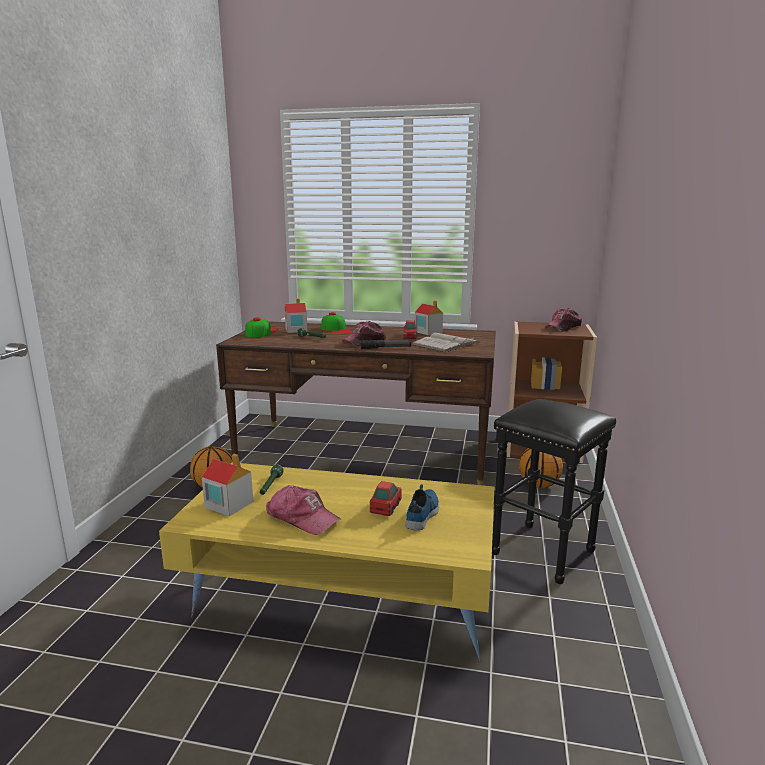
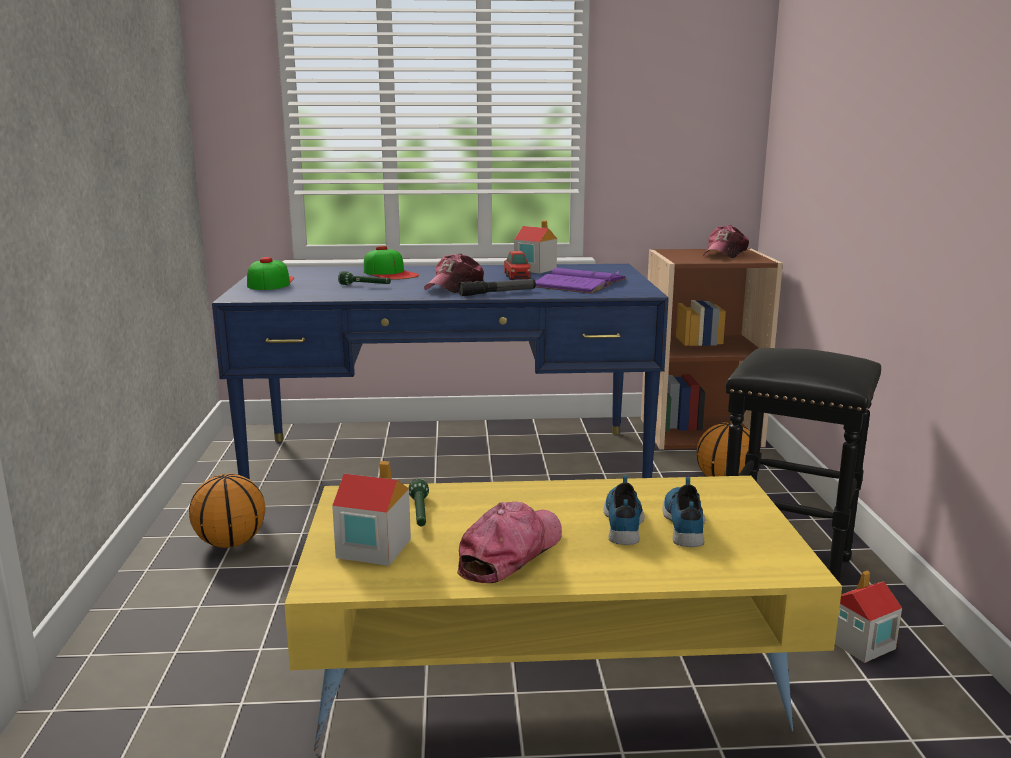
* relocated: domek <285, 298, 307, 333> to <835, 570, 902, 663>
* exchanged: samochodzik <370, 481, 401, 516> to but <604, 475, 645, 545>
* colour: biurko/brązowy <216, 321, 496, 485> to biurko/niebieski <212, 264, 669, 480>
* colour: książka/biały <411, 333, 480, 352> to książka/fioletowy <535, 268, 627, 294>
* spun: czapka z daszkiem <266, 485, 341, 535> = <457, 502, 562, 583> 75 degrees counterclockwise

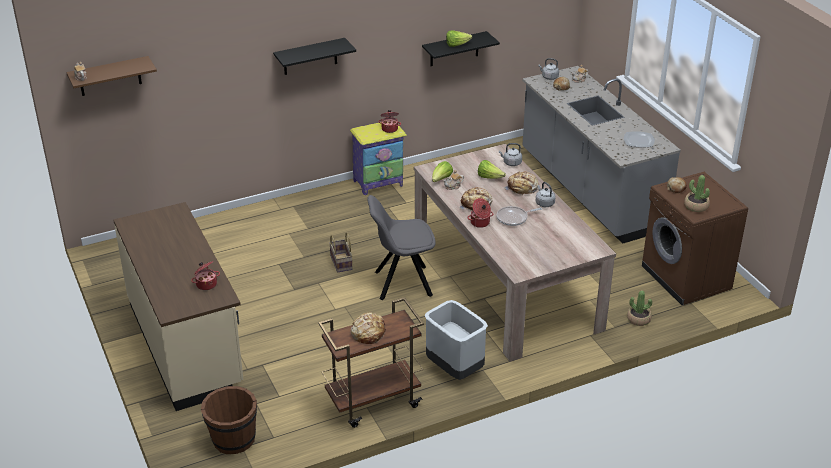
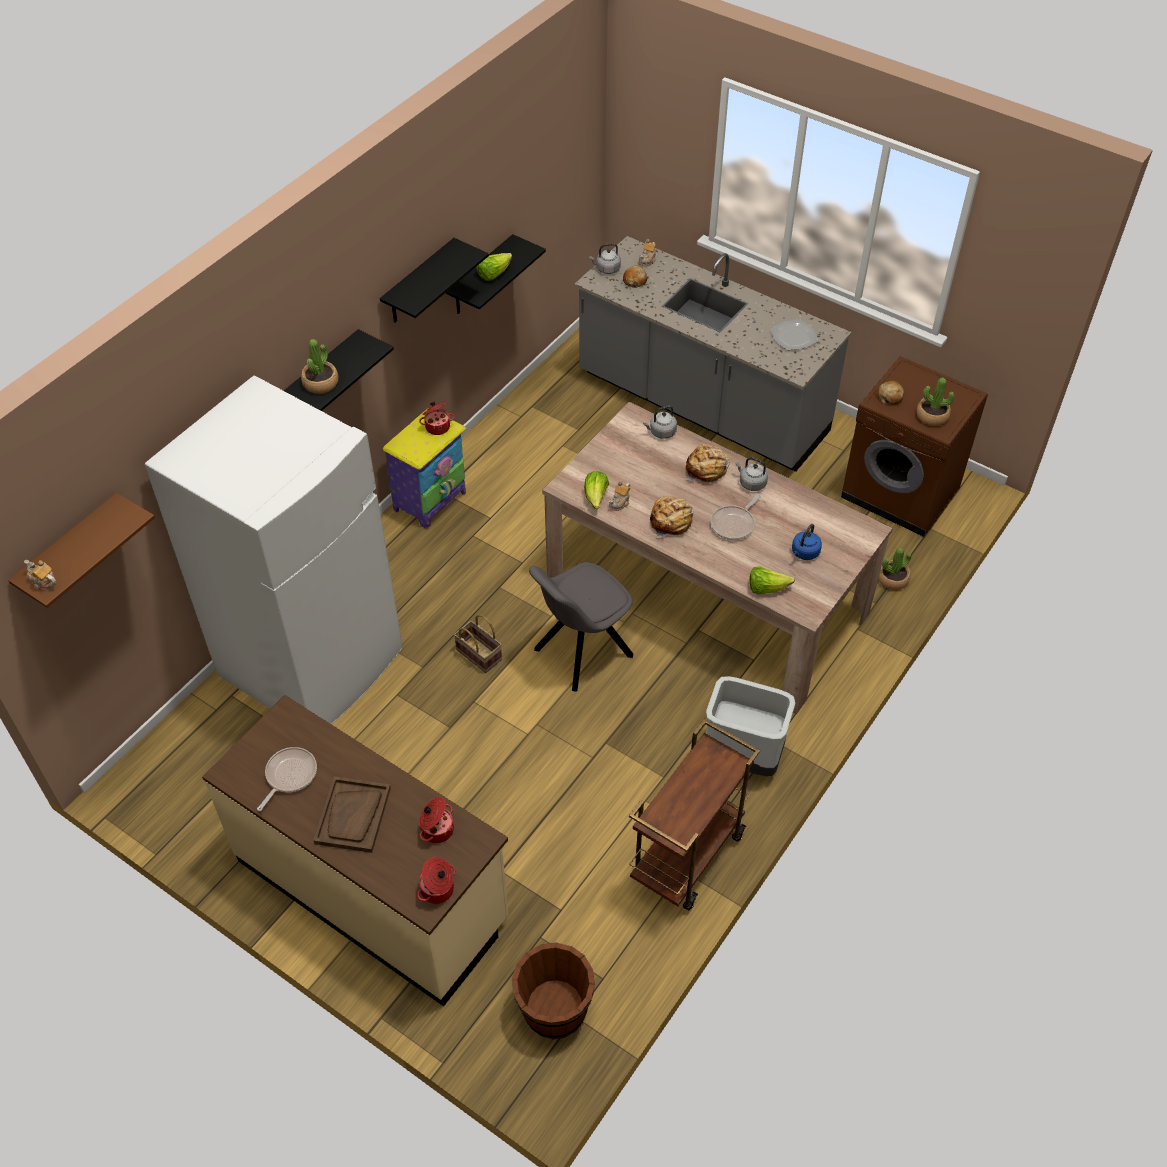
* missing: chleb <351, 312, 386, 344>
* appeared: lodówka/biały <145, 376, 403, 724>
* appeared: patelnia <257, 747, 317, 811>
* appeared: roślina doniczkowa <301, 339, 339, 394>
* appeared: taca/brązowy <313, 776, 391, 853>
* appeared: półka/czarny <380, 238, 489, 323>
* appeared: czajnik/niebieski <792, 524, 822, 560>
* relocated: garnek <467, 198, 493, 228> to <417, 857, 455, 904>
* relocated: sałata <478, 160, 506, 179> to <750, 566, 795, 594>

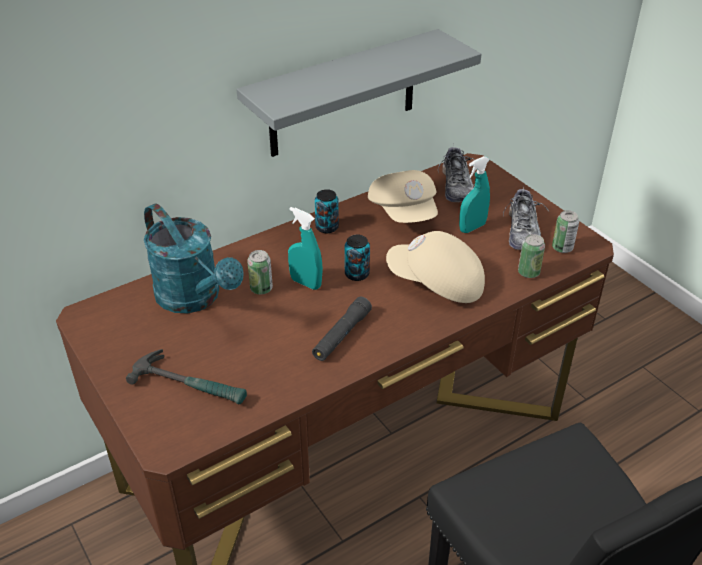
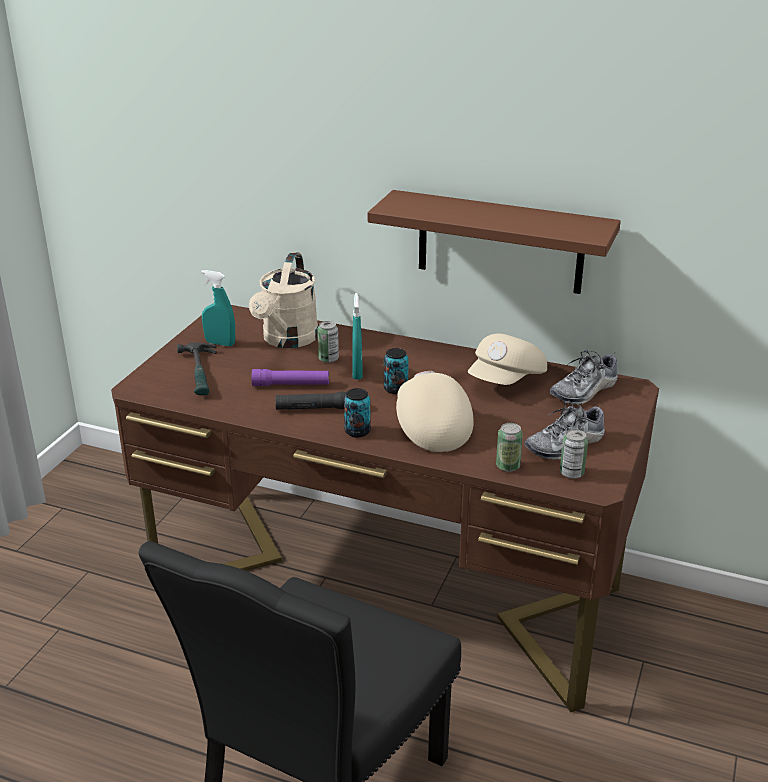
* appeared: latarka/fioletowy <251, 369, 329, 386>
* relocated: puszka <315, 189, 339, 233> to <344, 388, 371, 438>
* relocated: spryskiwacz/turkusowy <459, 156, 490, 233> to <201, 270, 235, 346>
* colour: konewka/turkusowy <144, 203, 244, 314> to konewka/beżowy <249, 252, 318, 348>
* colour: półka/szary <236, 29, 481, 157> to półka/brązowy <368, 190, 621, 294>

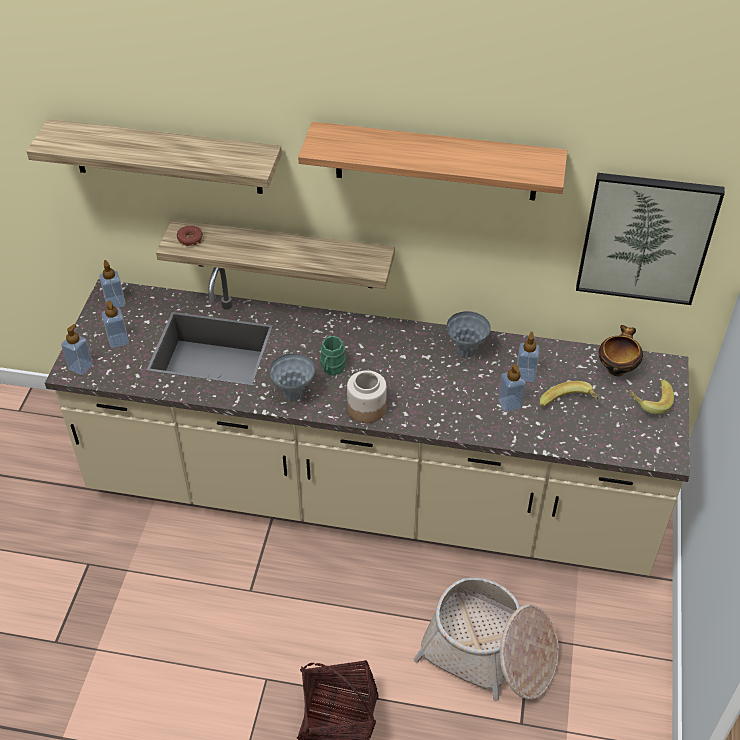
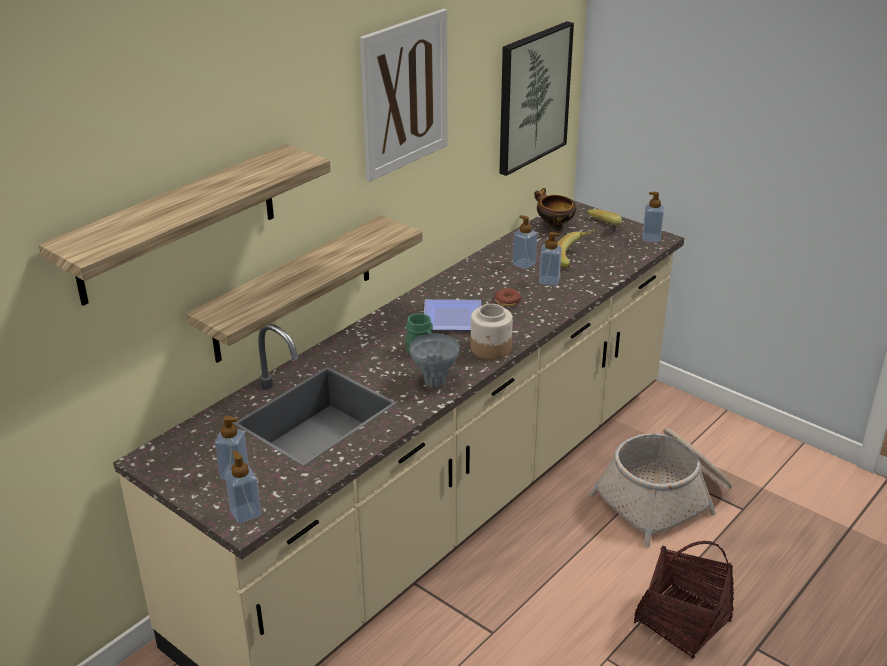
* missing: wazon/szary <447, 311, 491, 358>
* appeared: talerz <424, 299, 481, 331>
* relocated: dozownik mydła <99, 260, 126, 308> to <642, 192, 664, 242>
* relocated: donut <177, 226, 203, 246> to <495, 288, 521, 306>
* exchanged: półka <298, 122, 568, 201> to obraz <359, 9, 448, 182>

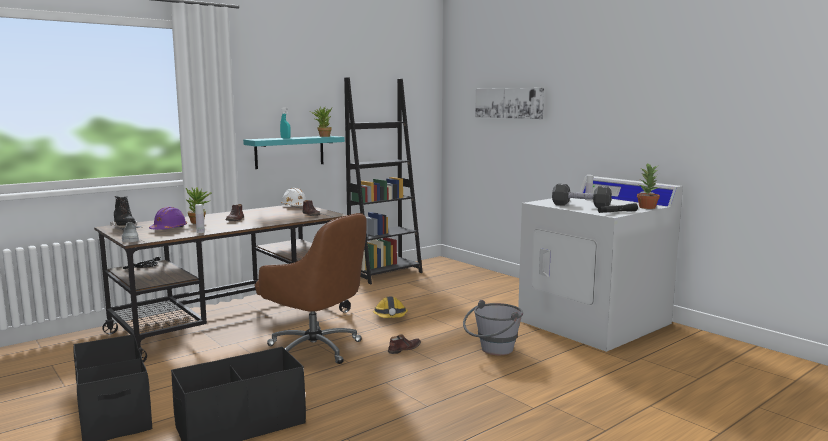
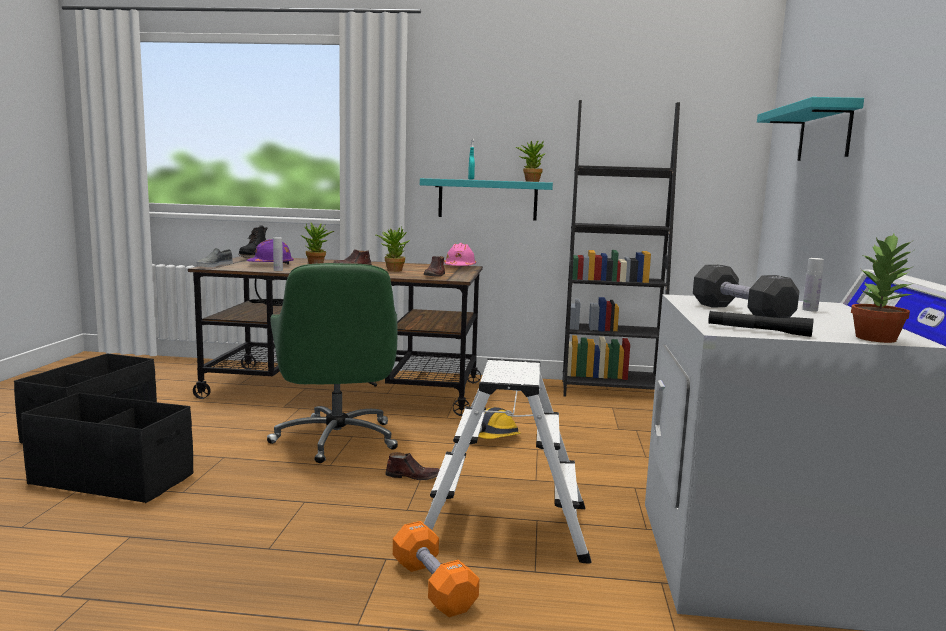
* appeared: roślina doniczkowa <376, 227, 410, 272>
* appeared: hantel/pomarańczowy <393, 521, 479, 617>
* exchanged: wiadro/szary <463, 300, 523, 355> to drabinka/biały <424, 358, 591, 564>
* exchanged: obraz <475, 88, 544, 119> to półka/turkusowy <757, 97, 864, 161>
* colour: krzesło biurowe/brązowy <254, 213, 367, 364> to krzesło biurowe/zielony <267, 263, 398, 463>
* colour: kask/biały <281, 188, 306, 206> to kask/różowy <444, 243, 477, 266>

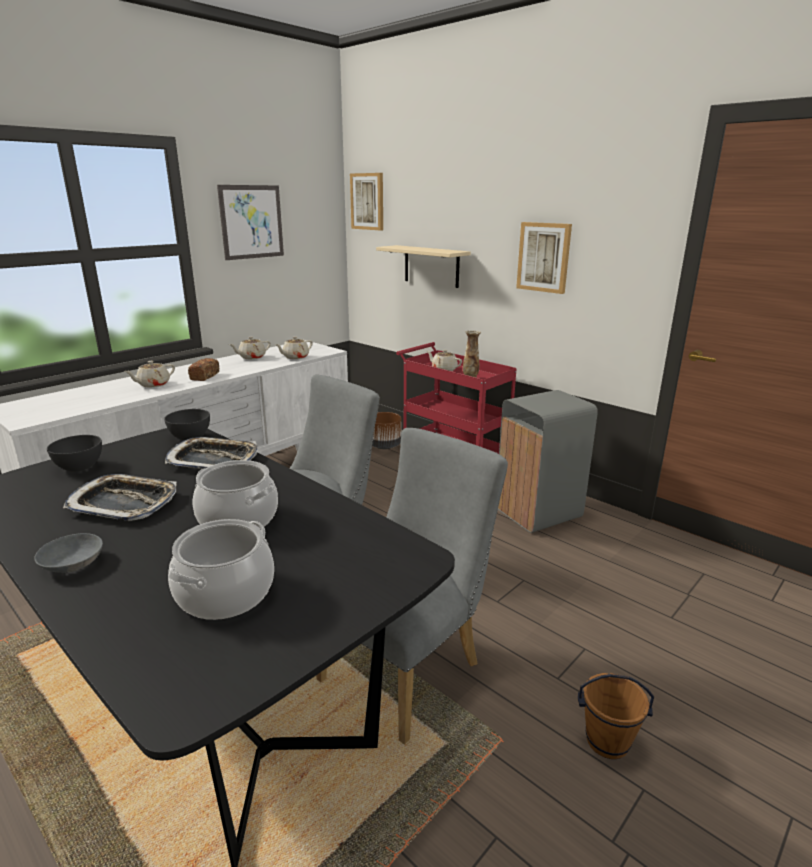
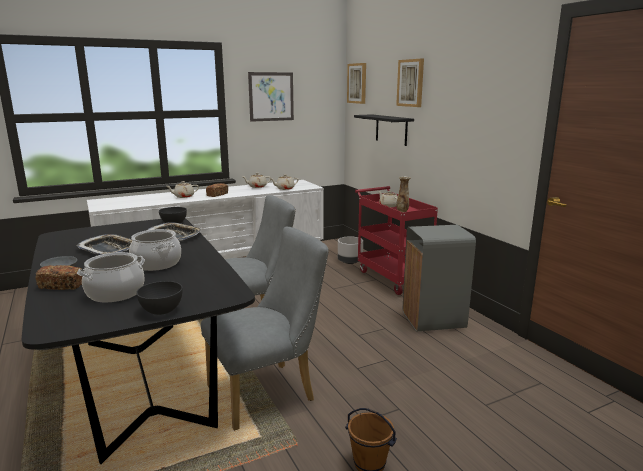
* appeared: chleb <36, 265, 82, 290>
* relocated: miska/szary <47, 435, 102, 471> to <136, 281, 183, 315>
* relocated: obraz <516, 222, 572, 294> to <396, 59, 424, 107>
* colour: donica/brązowy <372, 412, 401, 449> to donica/szary <338, 236, 363, 264>
* colour: półka/beżowy <376, 245, 471, 288> to półka/czarny <354, 114, 414, 146>

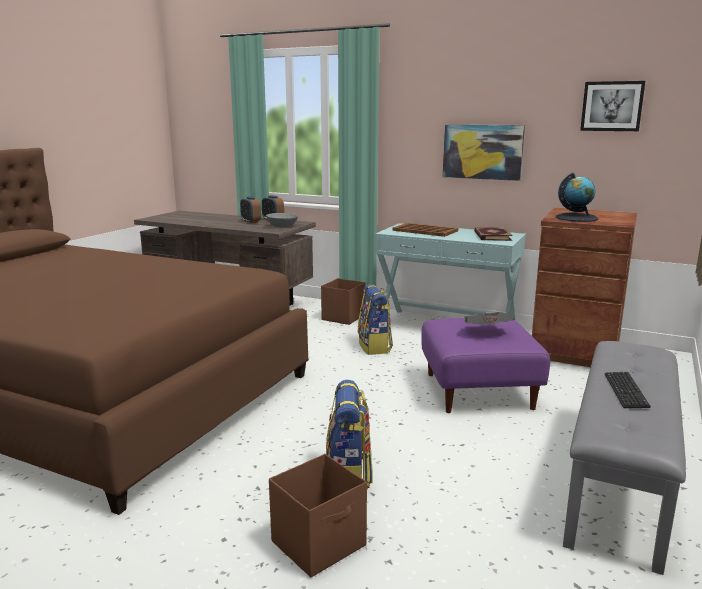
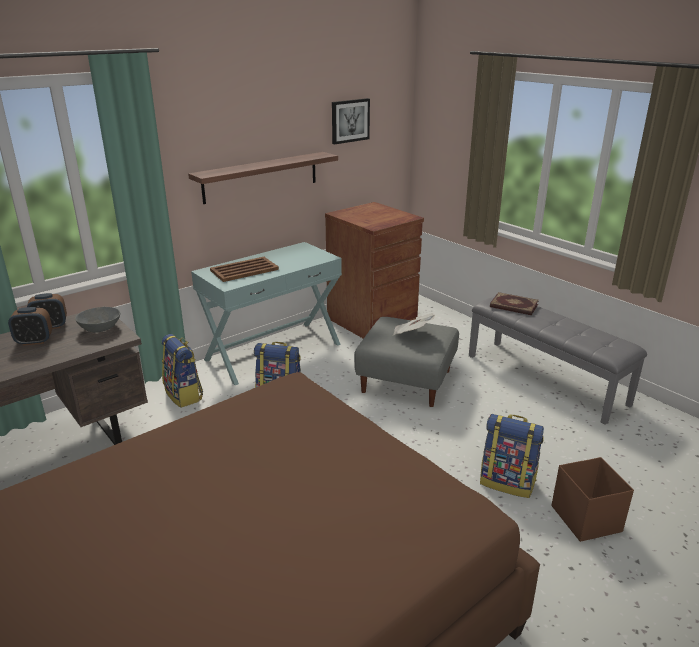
* missing: globus <556, 173, 598, 222>
* missing: klawiatura <605, 372, 651, 408>
* relocated: książka <474, 227, 513, 241> to <490, 292, 539, 315>
* exchanged: pojemnik do przechowywania/brązowy <321, 278, 365, 325> to plecak <162, 334, 203, 408>
* exchanged: obraz <443, 125, 525, 181> to półka <188, 152, 338, 204>
* colour: pufa/fioletowy <421, 318, 550, 413> to pufa/szary <354, 317, 459, 407>

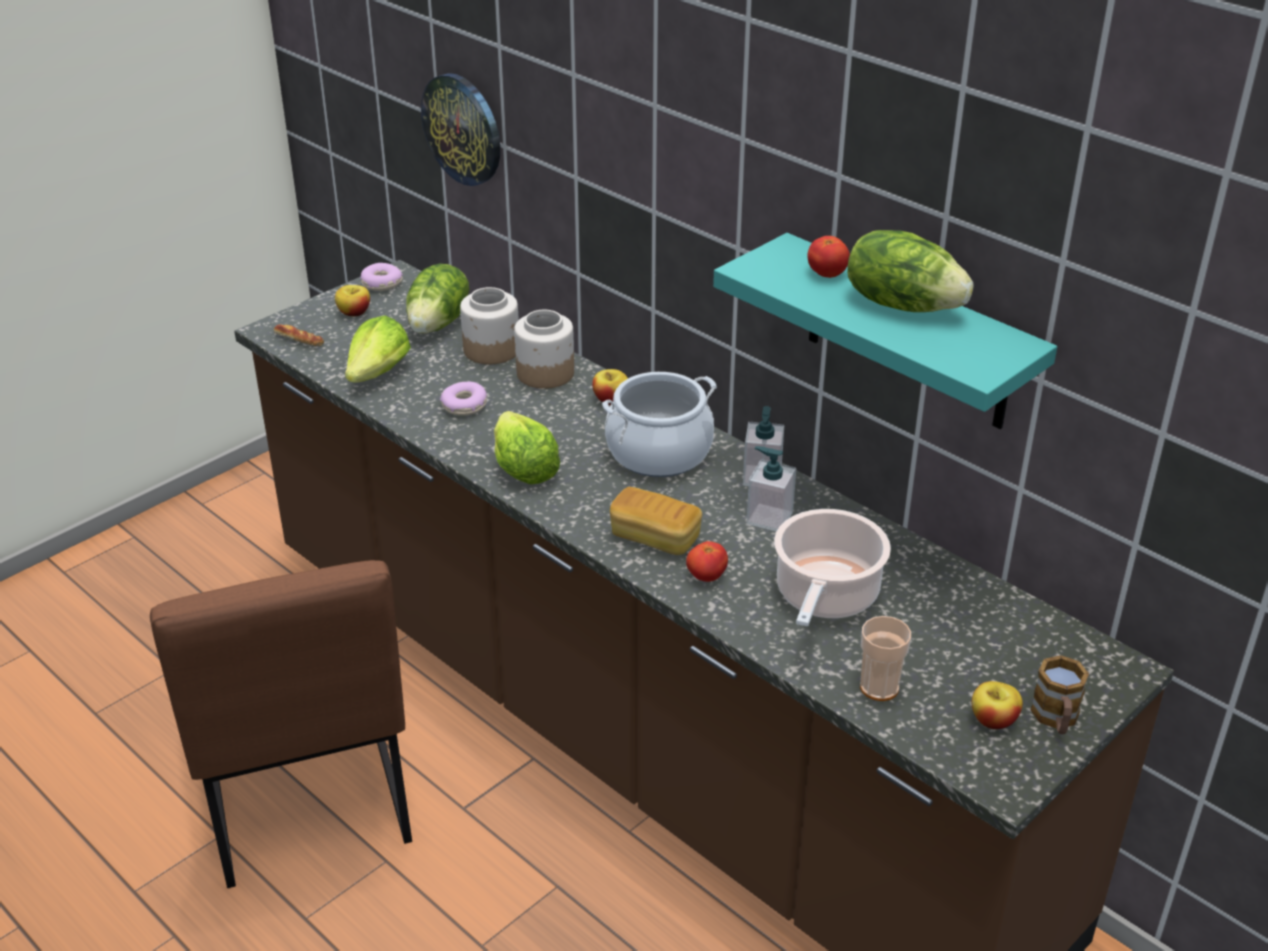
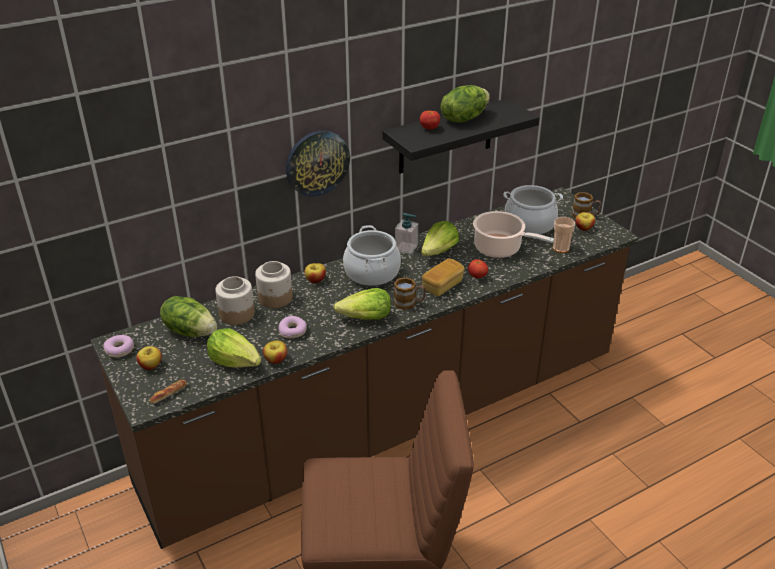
* appeared: jabłko <263, 340, 287, 364>
* appeared: kubek <394, 277, 426, 310>
* appeared: garnek <503, 185, 563, 235>
* relocated: zegar ścienny <421, 73, 500, 186> to <286, 131, 350, 197>
* exchanged: dozownik mydła <747, 446, 796, 531> to sałata <421, 221, 459, 256>
* colour: półka/turkusowy <713, 233, 1057, 429> to półka/czarny <382, 98, 539, 174>

